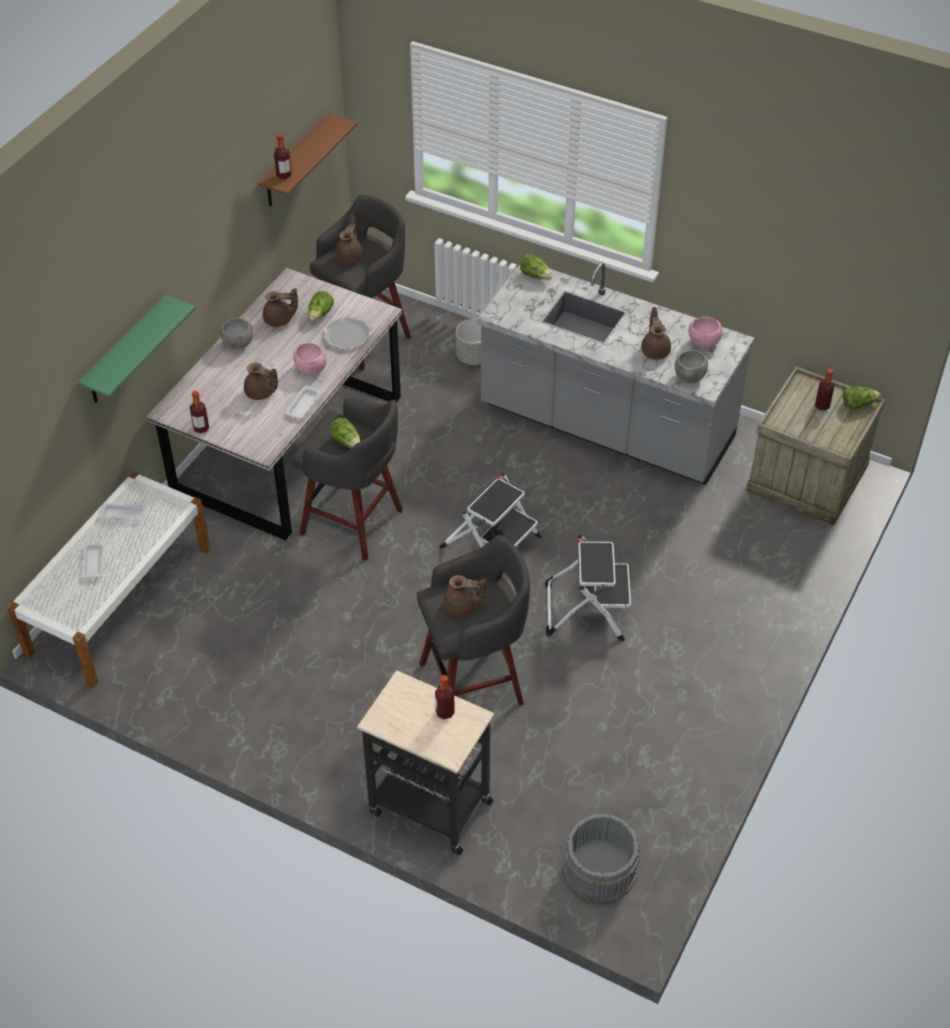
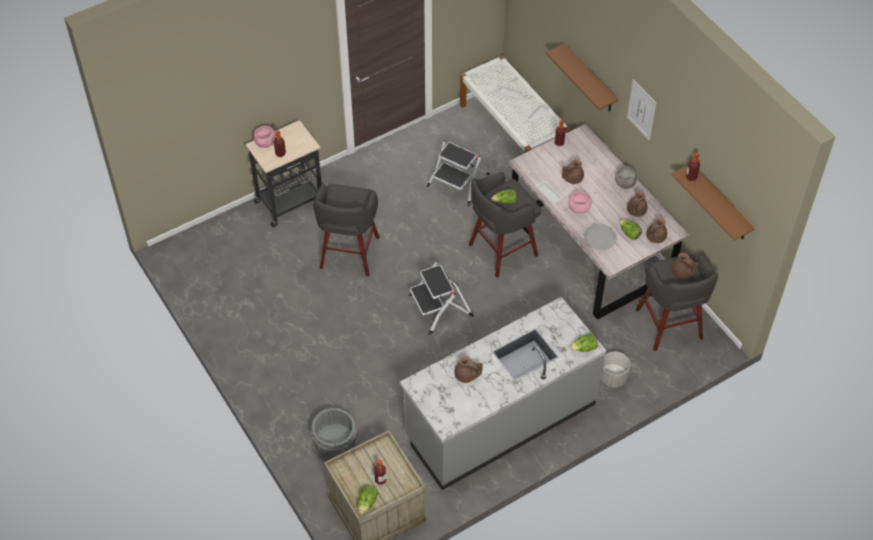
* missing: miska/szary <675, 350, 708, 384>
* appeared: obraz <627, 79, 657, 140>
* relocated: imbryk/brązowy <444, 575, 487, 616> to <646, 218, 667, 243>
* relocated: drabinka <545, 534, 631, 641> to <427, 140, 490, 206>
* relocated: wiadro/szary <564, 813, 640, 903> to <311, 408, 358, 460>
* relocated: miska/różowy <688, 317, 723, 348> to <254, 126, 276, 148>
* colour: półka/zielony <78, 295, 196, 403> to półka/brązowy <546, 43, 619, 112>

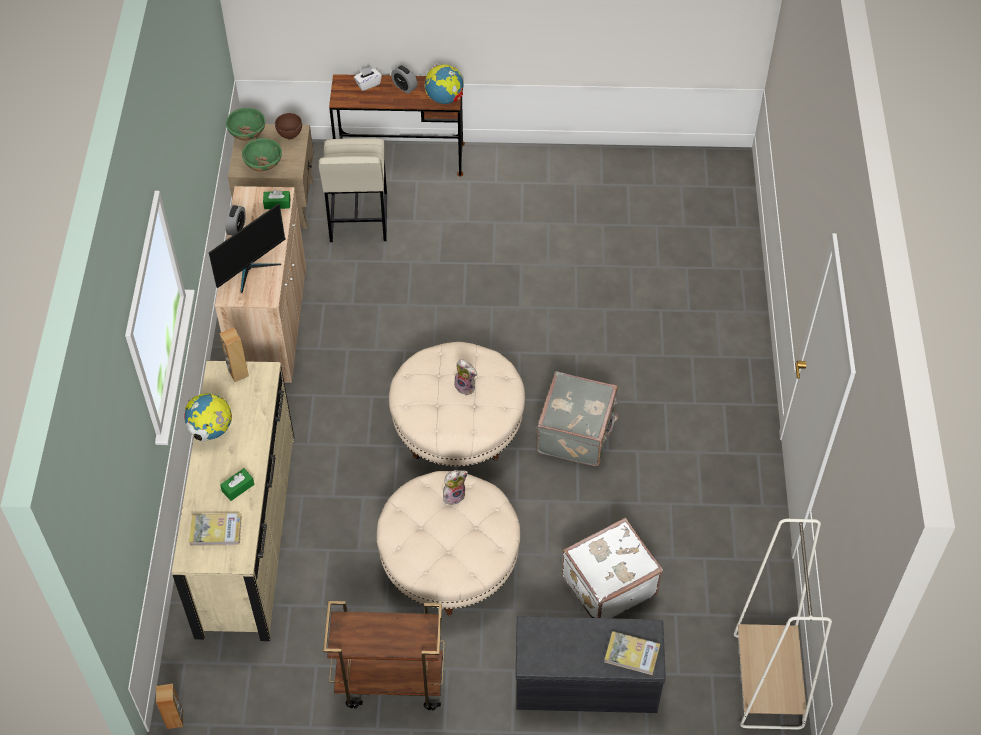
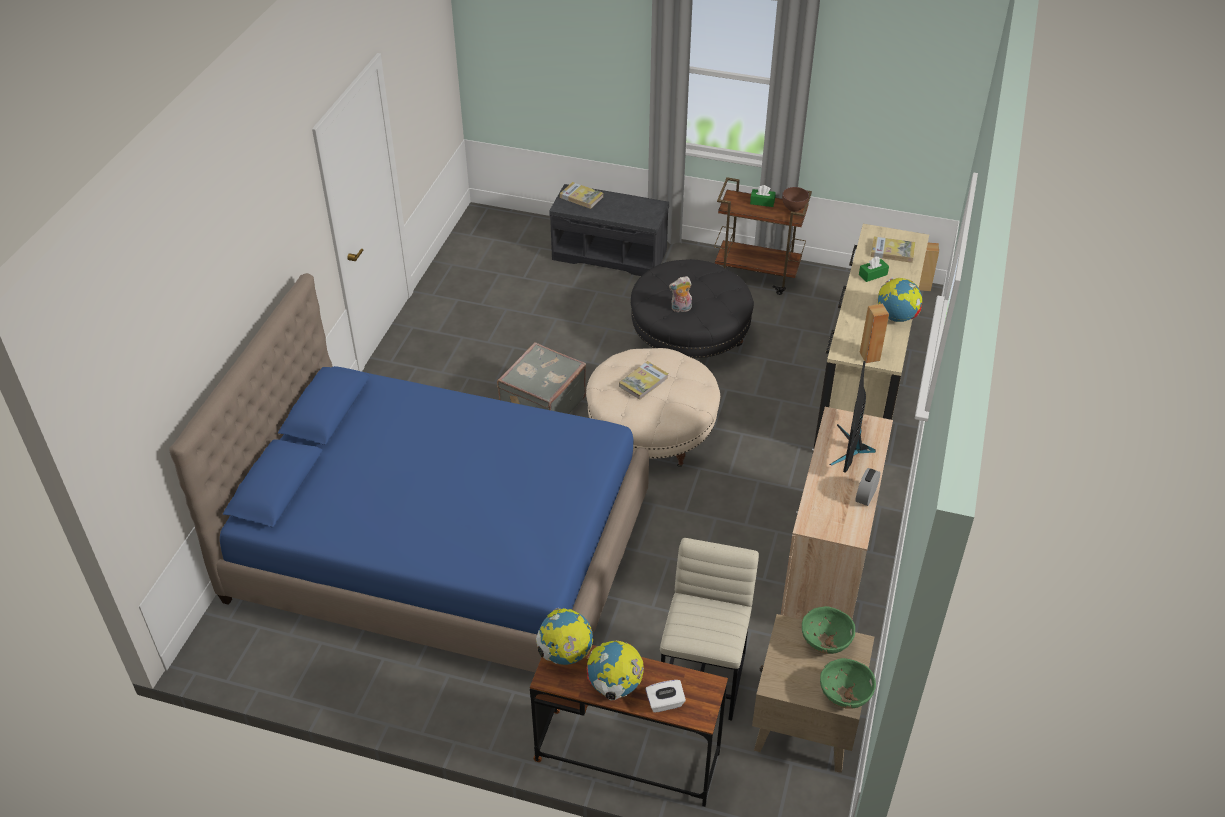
* missing: walizka/biały <562, 518, 663, 618>
* missing: wieszak <734, 519, 832, 730>
* appeared: łóżko/niebieski <169, 273, 649, 673>
* relocated: pudełko chusteczek/zielony <263, 190, 290, 209> to <750, 185, 776, 207>
* relocated: miska/brązowy <275, 113, 302, 140> to <782, 187, 809, 212>
* exchanged: budzik <391, 65, 418, 94> to globus <586, 641, 644, 700>
* exchanged: pluszak <454, 359, 477, 395> to książka <619, 361, 668, 400>
* colour: pufa/beżowy <377, 471, 520, 616> to pufa/czarny <631, 259, 754, 358>
* spun: monitor <209, 204, 285, 293> = <829, 361, 876, 472> 45 degrees counterclockwise

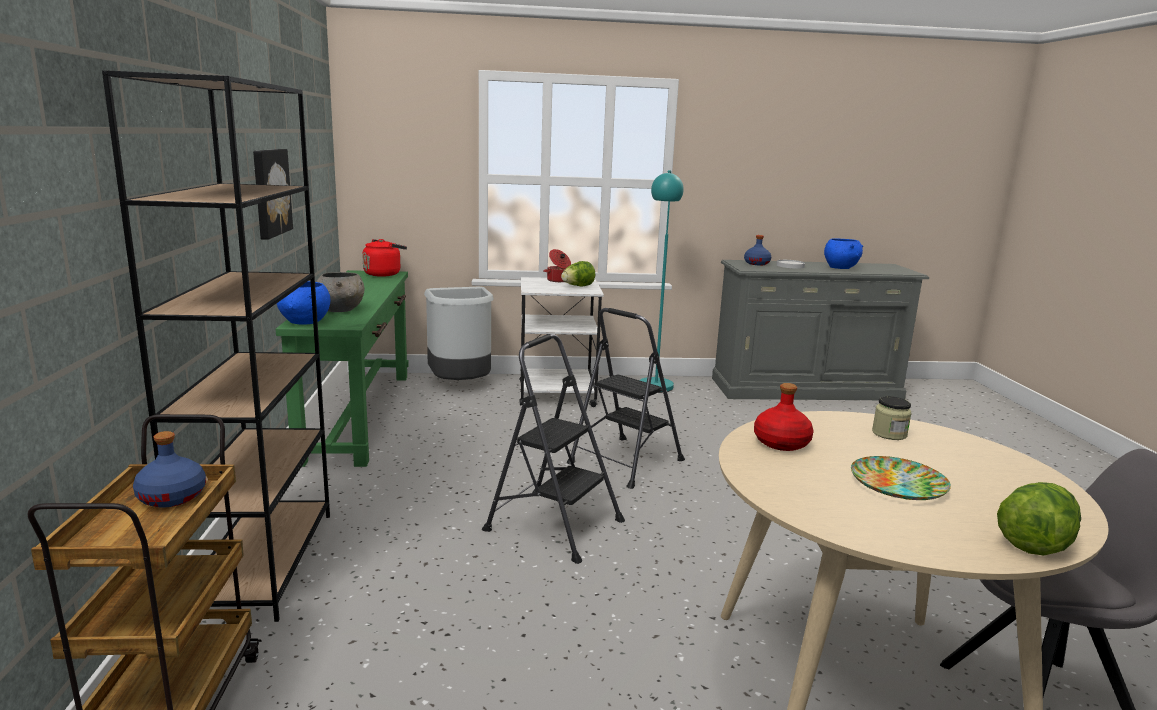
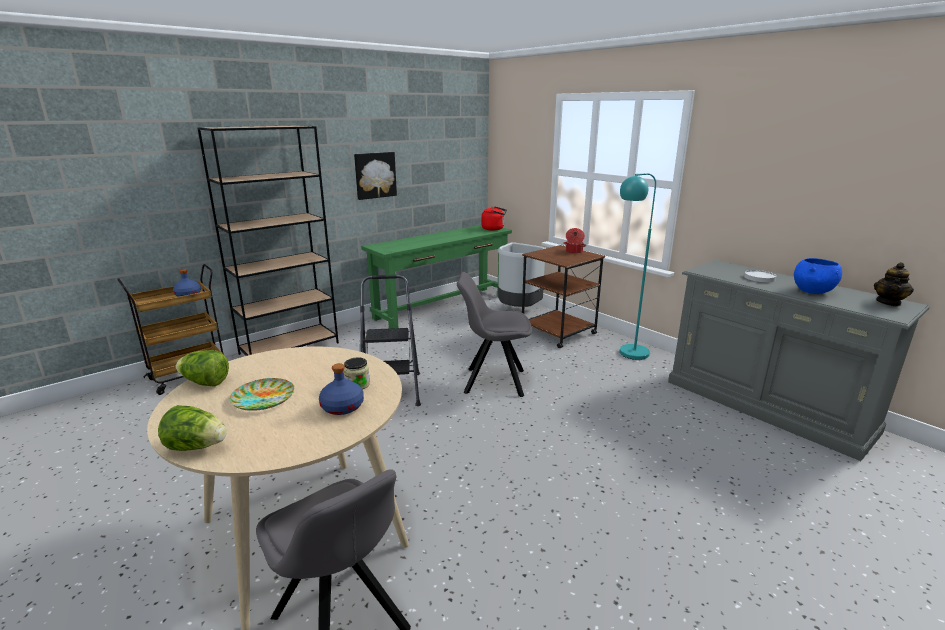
* missing: miska/niebieski <277, 281, 330, 325>
* missing: miska/szary <316, 272, 364, 312>
* missing: butelka/czerwony <754, 383, 814, 451>
* appeared: imbryk <874, 262, 914, 307>
* relocated: sałata <561, 261, 595, 286> to <176, 350, 229, 386>
* relocated: butelka/niebieski <744, 235, 771, 265> to <319, 363, 364, 415>
* exchanged: drabinka/czarny <567, 308, 685, 489> to krzesło/szary <457, 272, 532, 397>
* colour: wózek/biały <520, 277, 604, 407> to wózek/brązowy <522, 245, 605, 348>

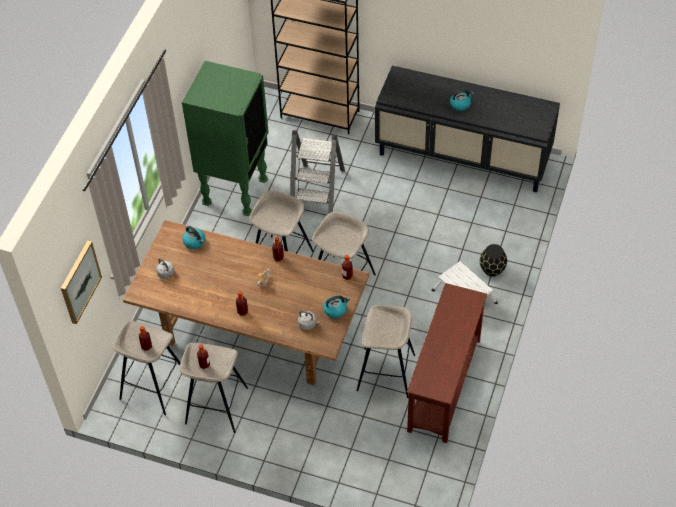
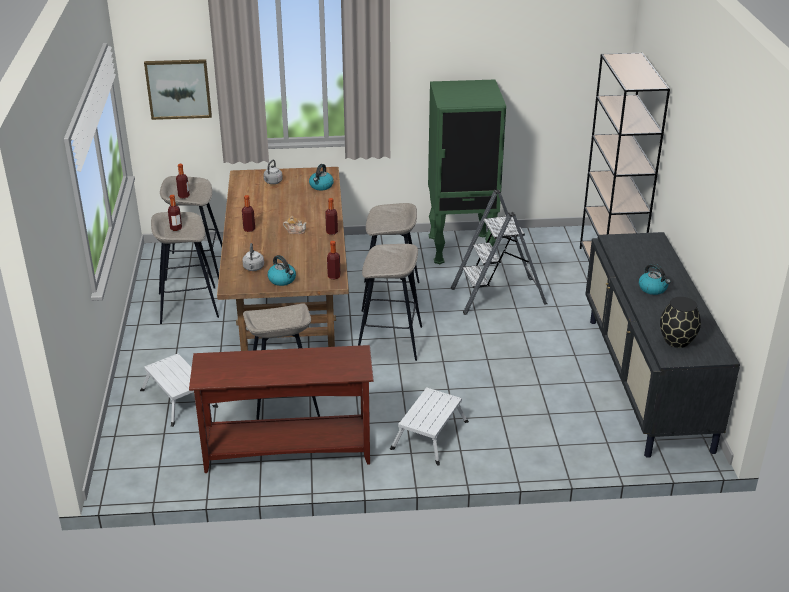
* appeared: drabinka/biały <140, 353, 218, 427>
* relocated: wazon/czarny <480, 244, 507, 277> to <660, 297, 701, 348>

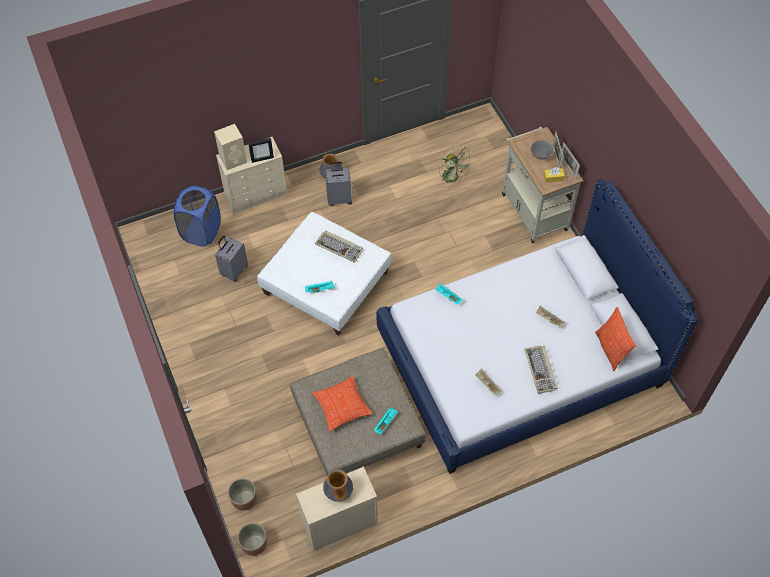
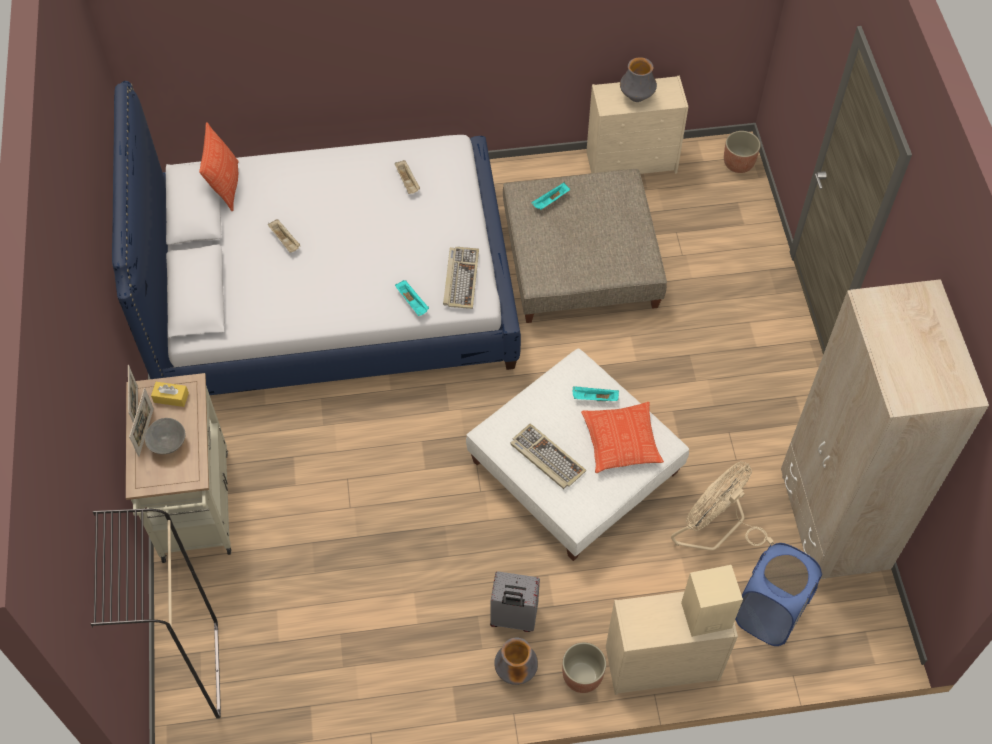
* missing: ramka na zdjęcie <248, 138, 274, 163>
* missing: wentylator/zielony <439, 147, 473, 187>
* appeared: wieszak/czarny <90, 509, 221, 719>
* appeared: szafa/beżowy <781, 279, 989, 579>
* relocated: donica <228, 478, 257, 511> to <562, 642, 606, 693>
* relocated: poduszka/pomarańczowy <312, 376, 373, 431> to <581, 402, 664, 473>
* relocated: klawiatura <524, 345, 558, 394> to <443, 247, 479, 309>
* exchanged: walizka/szary <215, 235, 248, 282> to wentylator/beżowy <671, 461, 774, 551>

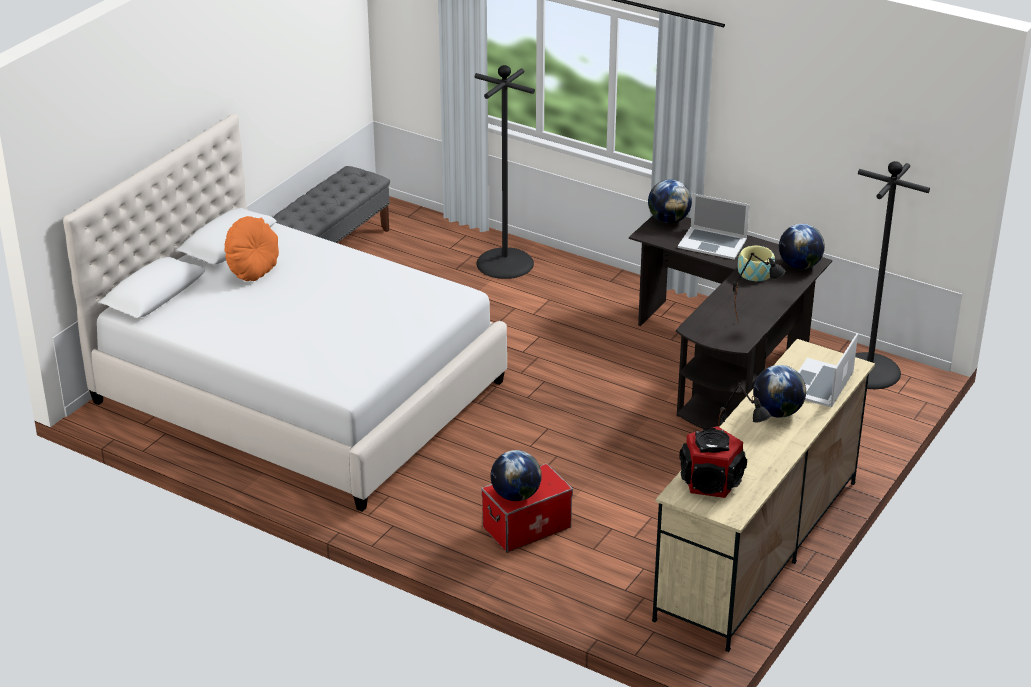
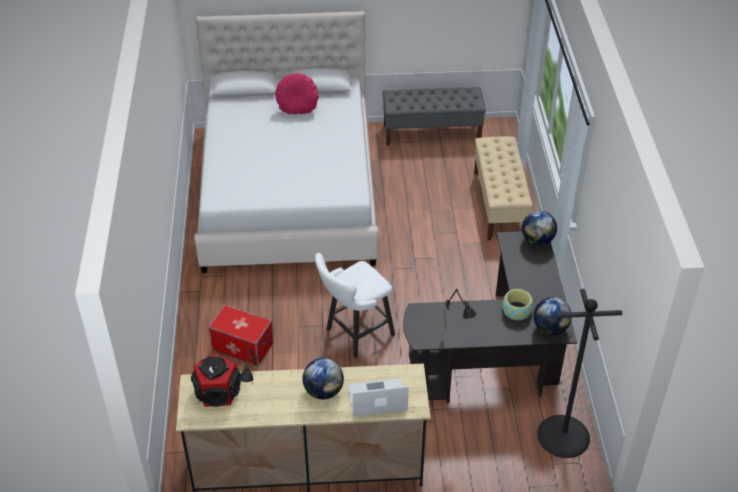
* missing: globus <491, 450, 542, 501>
* missing: laptop <678, 193, 750, 260>
* appeared: stołek/biały <315, 253, 395, 358>
* exchanged: wieszak/czarny <475, 65, 535, 279> to ławka/beżowy <474, 136, 533, 240>
* colour: poduszka/pomarańczowy <225, 216, 279, 281> to poduszka/różowy <275, 73, 319, 115>

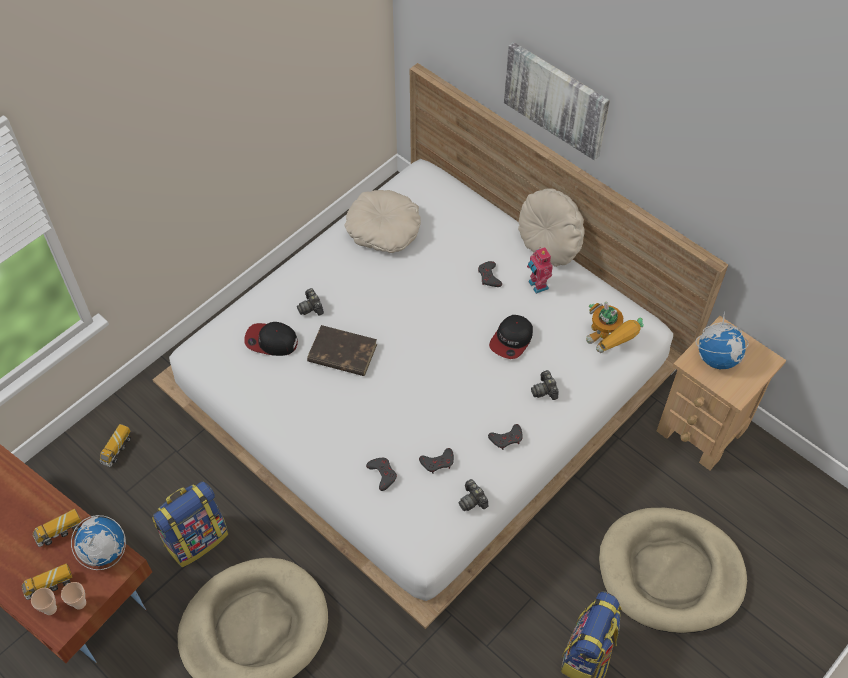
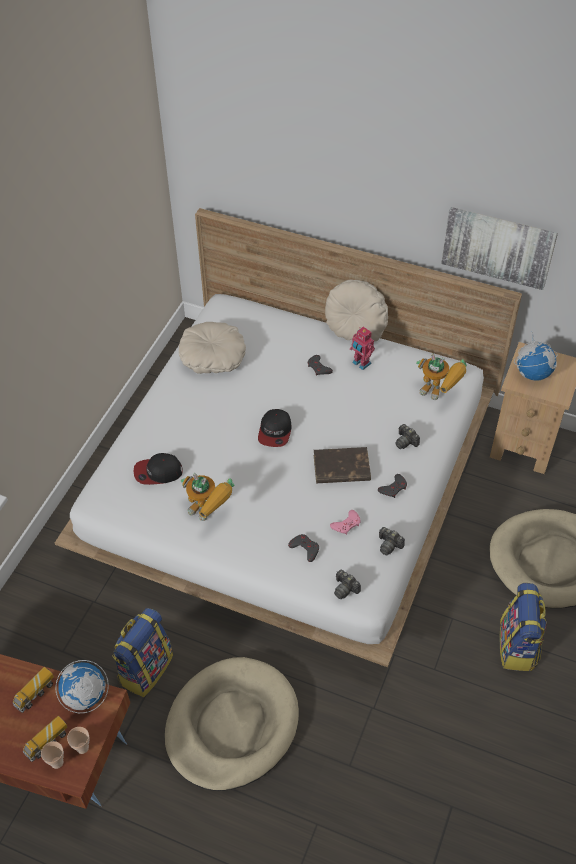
* missing: ciężarówka zabawkowa <100, 424, 131, 467>
* appeared: robot zabawkowy <181, 473, 234, 521>
* relocated: aparat fotograficzny <297, 288, 324, 315> to <334, 570, 361, 599>
* relocated: książka/brązowy <307, 325, 377, 376> to <314, 447, 371, 483>
* relocated: czapka z daszkiem <489, 315, 533, 359> to <258, 409, 291, 447>
* relocated: obraz <504, 42, 610, 161> to <441, 207, 558, 290>
* colour: pad do gier/szary <419, 448, 454, 474> to pad do gier/różowy <330, 510, 361, 535>

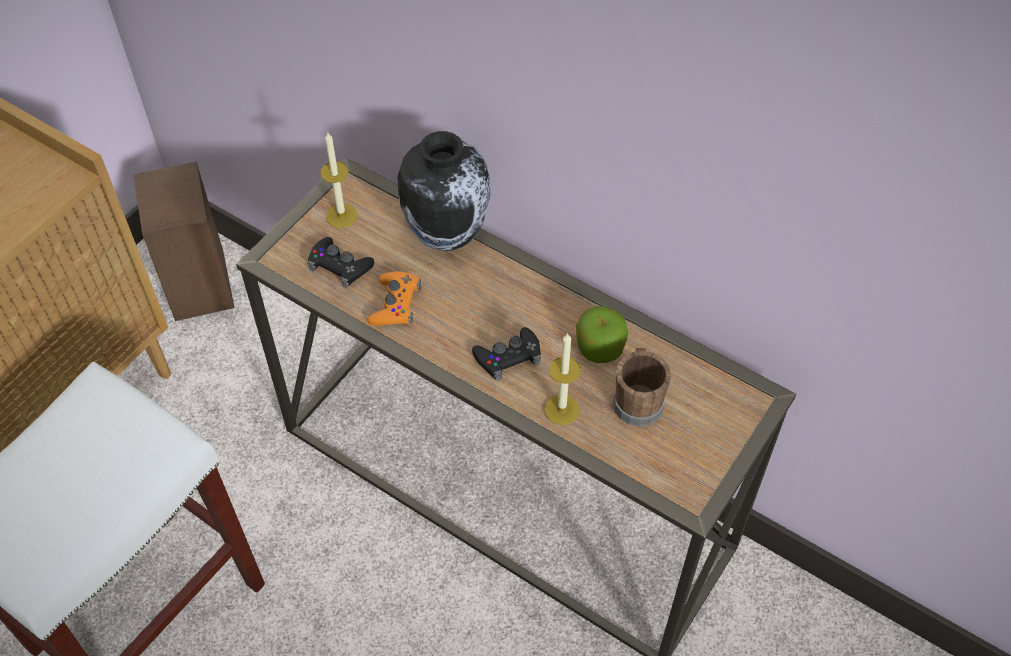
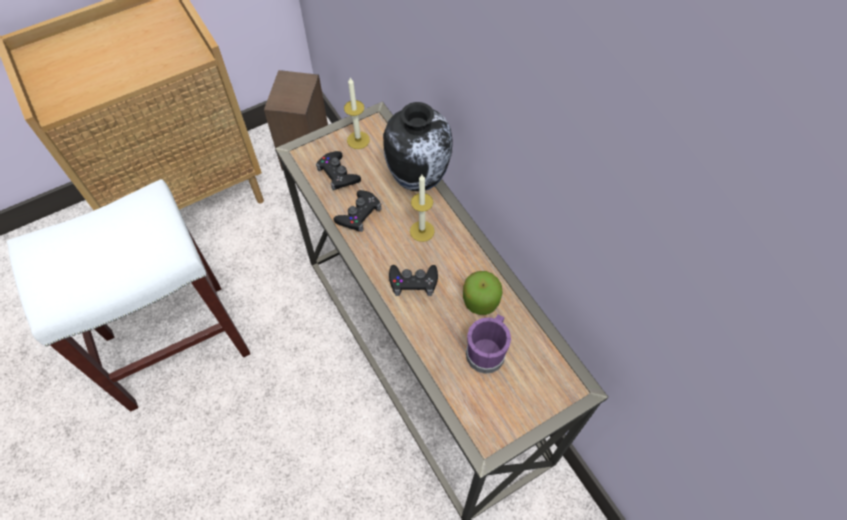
* relocated: świeca <544, 333, 581, 425> to <410, 175, 435, 242>
* colour: pad do gier/pomarańczowy <368, 271, 421, 326> to pad do gier/czarny <334, 190, 381, 232>
* colour: kubek/brązowy <613, 348, 671, 427> to kubek/fioletowy <466, 314, 511, 374>

